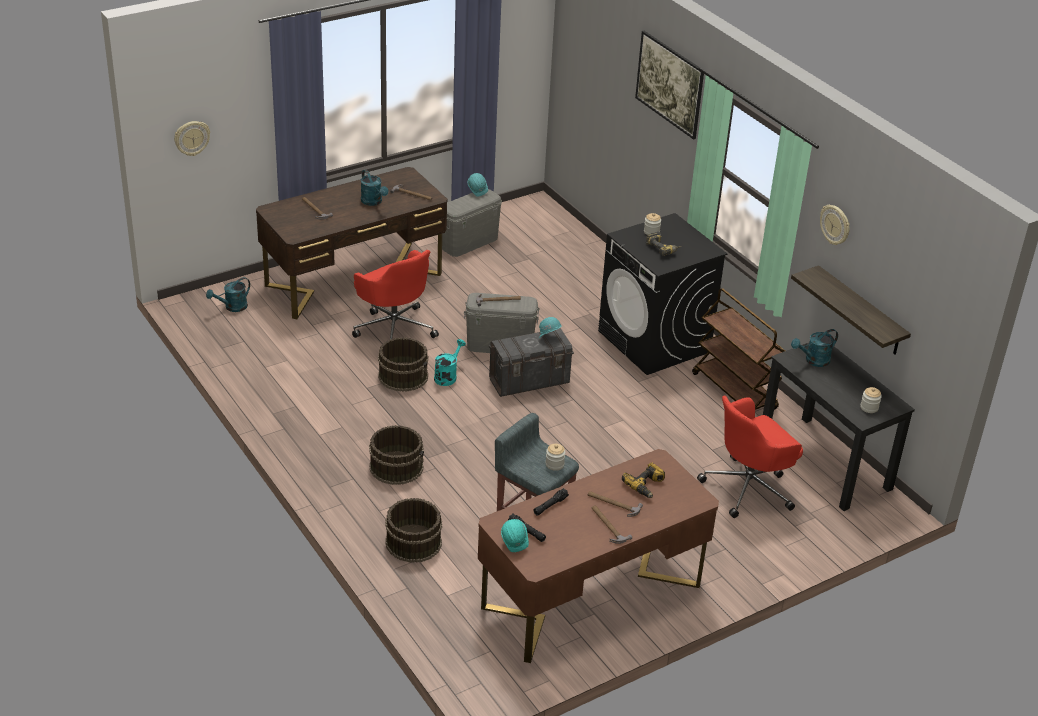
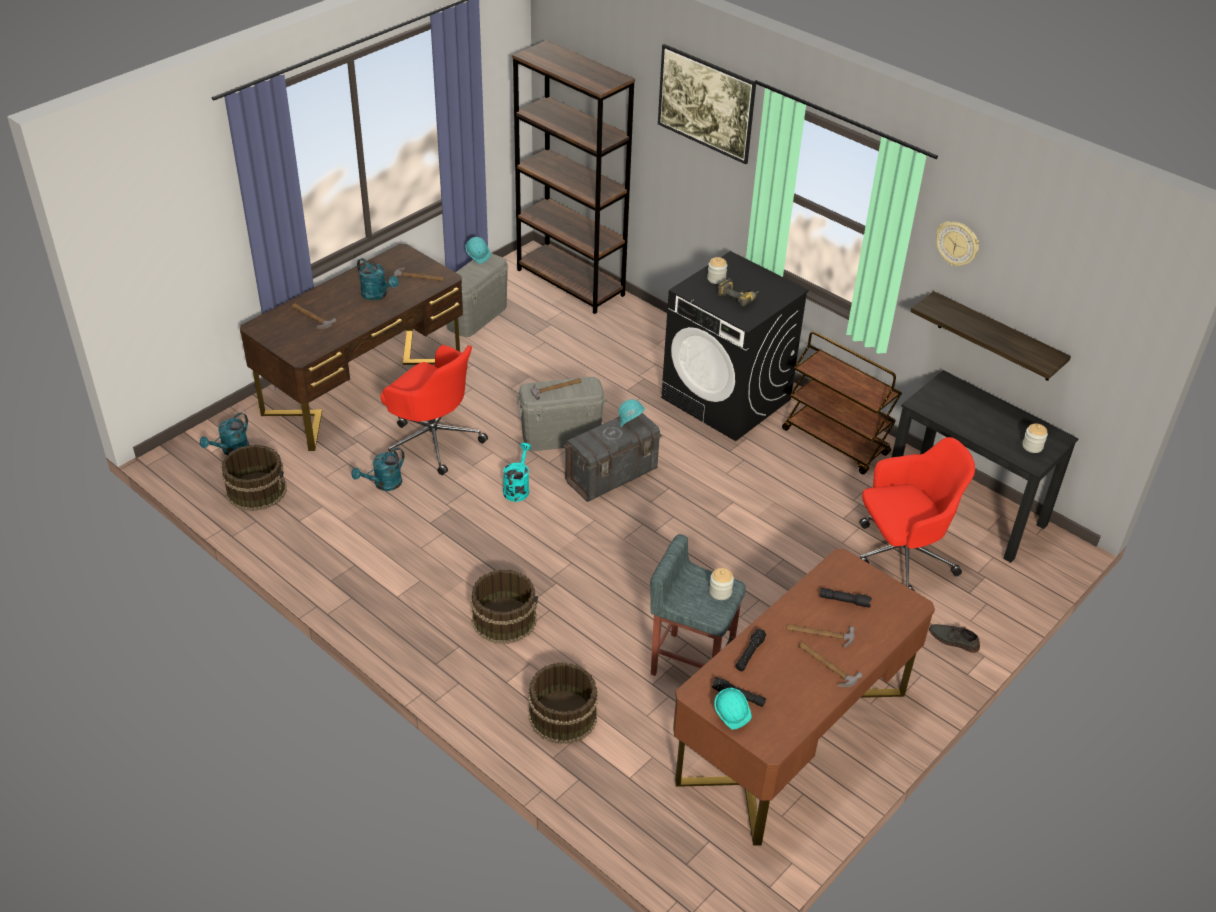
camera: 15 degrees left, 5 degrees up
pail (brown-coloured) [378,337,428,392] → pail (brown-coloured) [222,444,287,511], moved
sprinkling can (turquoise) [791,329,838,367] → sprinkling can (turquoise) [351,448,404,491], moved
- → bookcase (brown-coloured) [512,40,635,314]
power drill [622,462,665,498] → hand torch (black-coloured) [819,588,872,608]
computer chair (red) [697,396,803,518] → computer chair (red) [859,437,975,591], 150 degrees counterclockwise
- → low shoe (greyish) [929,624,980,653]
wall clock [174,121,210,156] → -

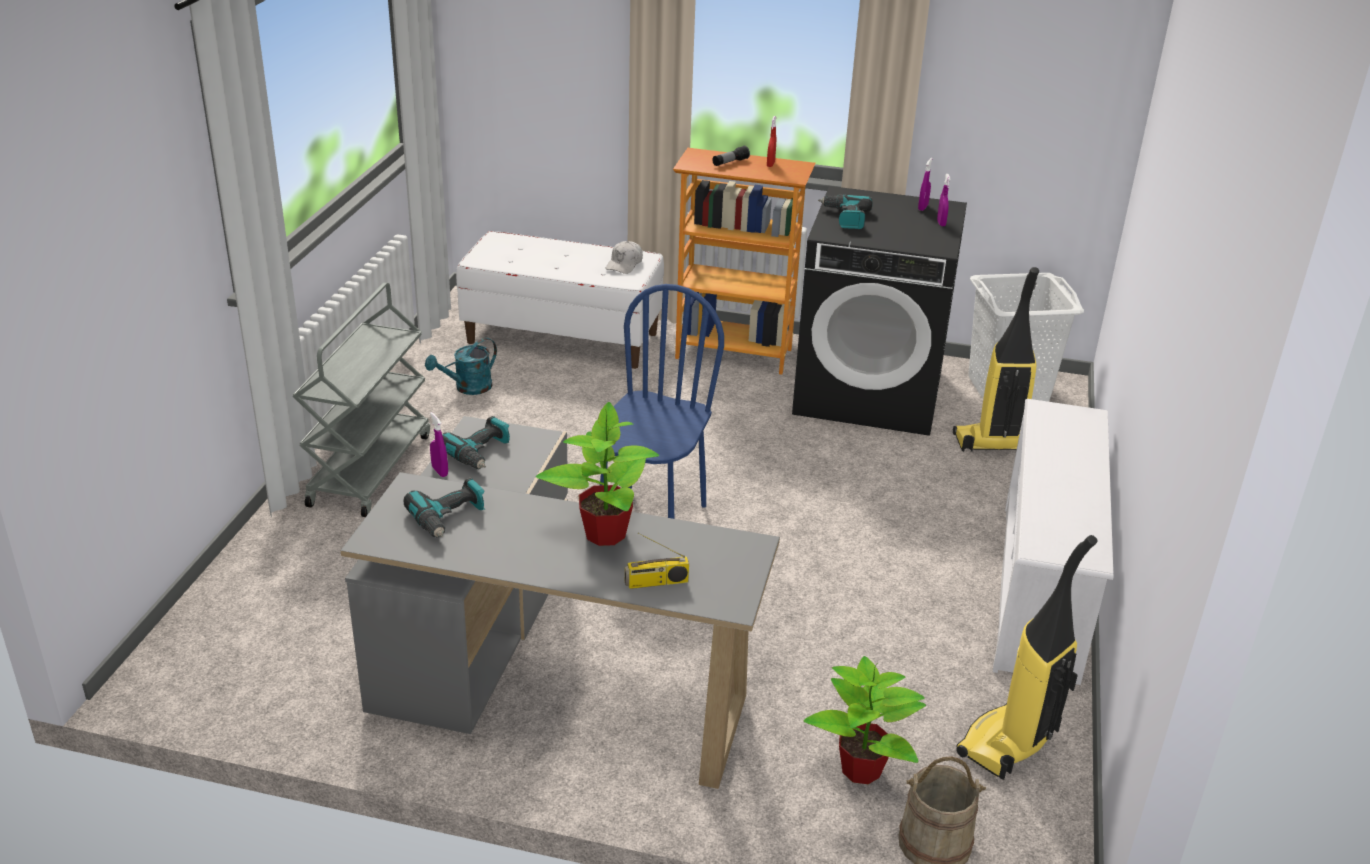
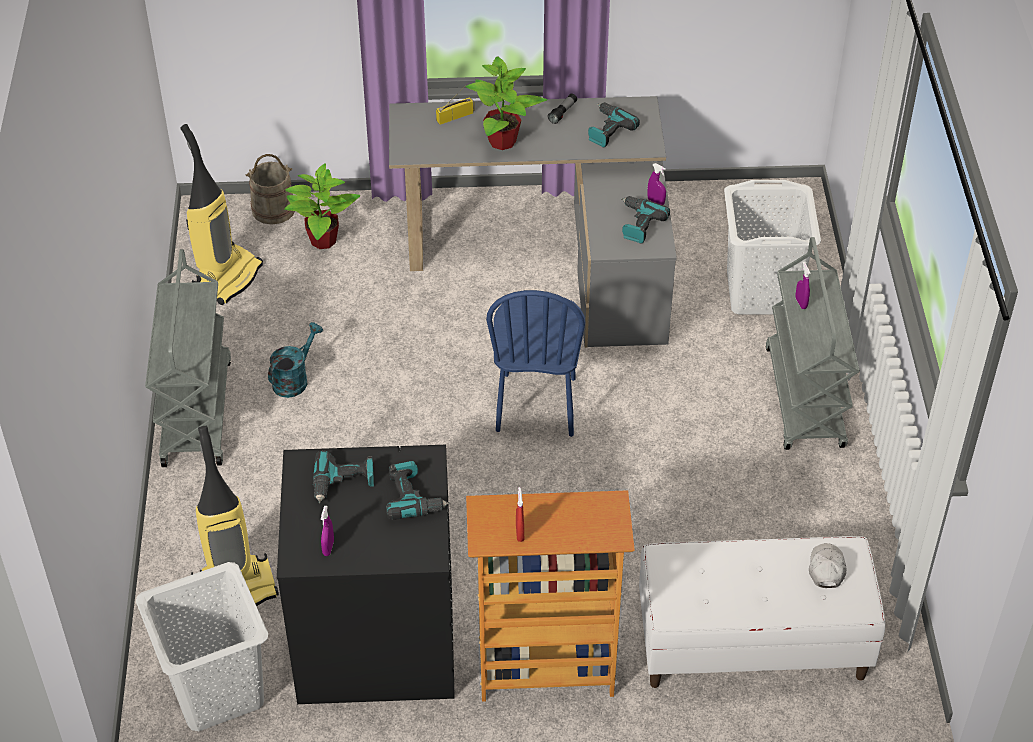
camera: 165 degrees right, 15 degrees up
shoe shelf (white-coloured) [993,399,1114,685] → trolley (greyish) [145,249,231,467]
sprinkling can (turquoise) [425,338,497,395] → sprinkling can (turquoise) [268,322,323,398], moved
- → power drill [313,450,374,503]
hand torch [712,146,750,166] → hand torch [548,94,577,124], moved
- → washing basket (white-coloured) [724,180,821,315]
sprayer (purplish) [937,174,951,226] → sprayer (purplish) [796,262,810,309], moved
baseball cap (white-coloured) [605,241,643,274] → baseball cap (white-coloured) [809,543,847,588], moved

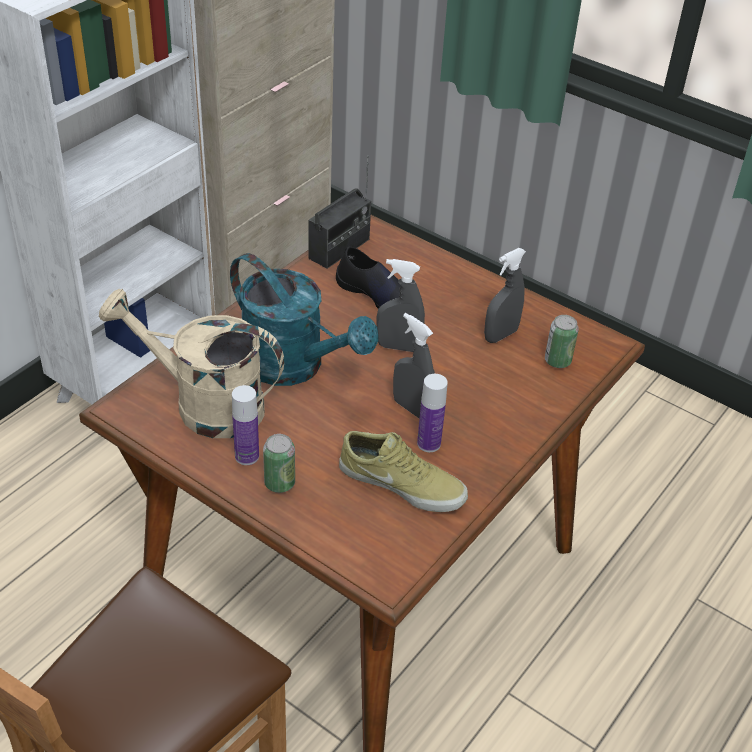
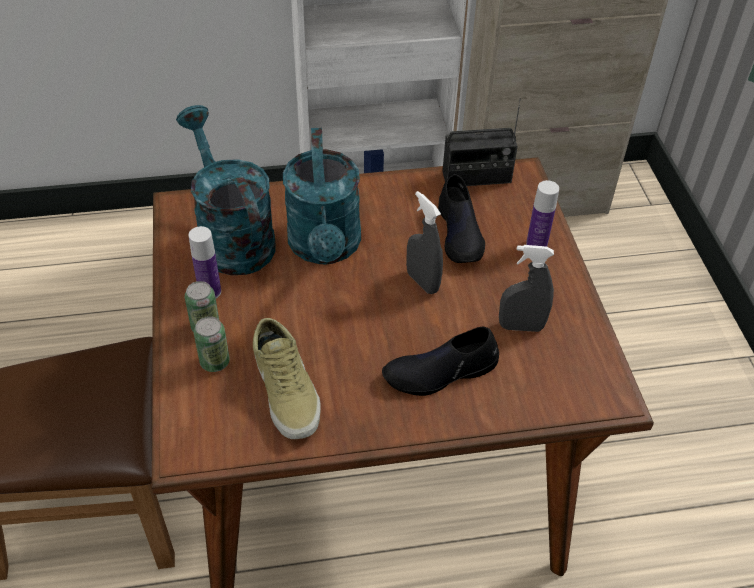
camera: 45 degrees right, 5 degrees up
sprinkling can (sand-coloured) [99,289,284,438] → sprinkling can (turquoise) [176,105,276,275]
sealed can [545,315,579,368] → sealed can [194,316,230,372], moved
- → low shoe (black-coloured) [382,327,499,396]
bottle [417,374,448,452] → bottle [526,180,559,247], moved
sprayer (greyish) [393,313,435,419] → -

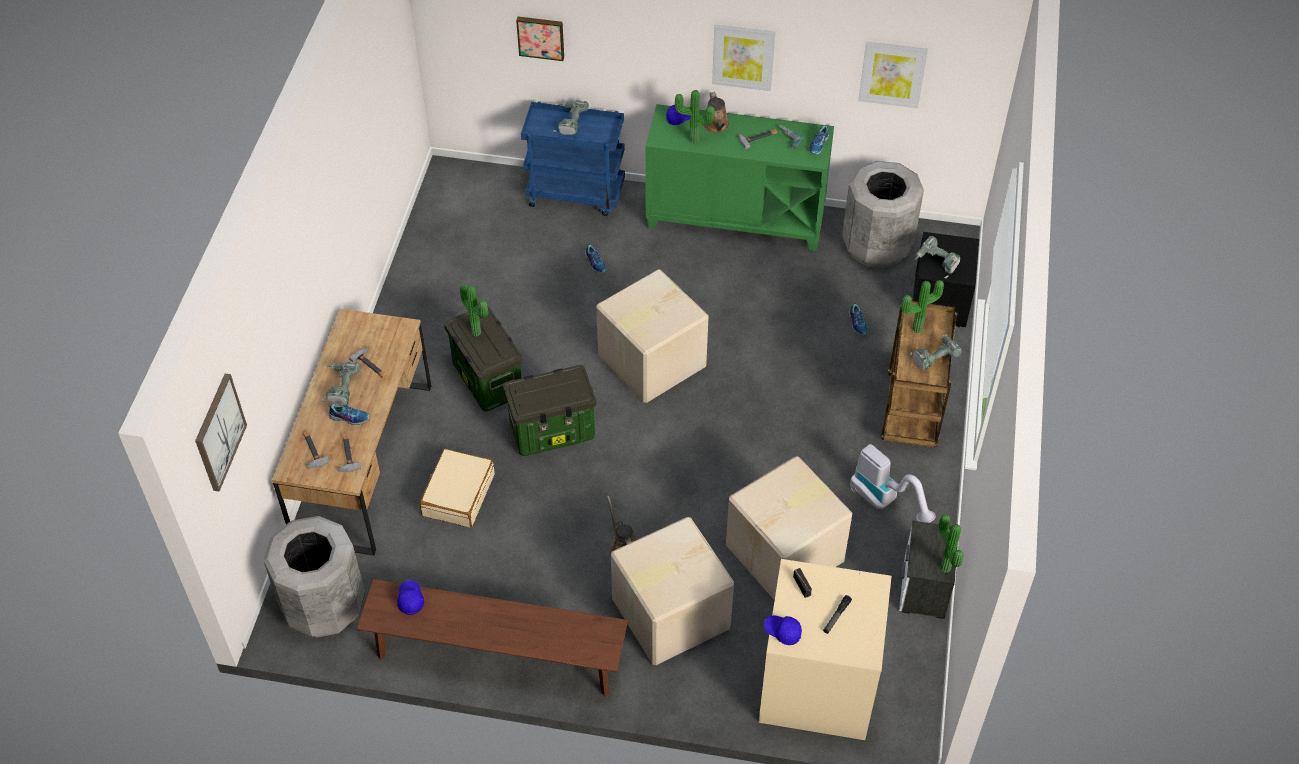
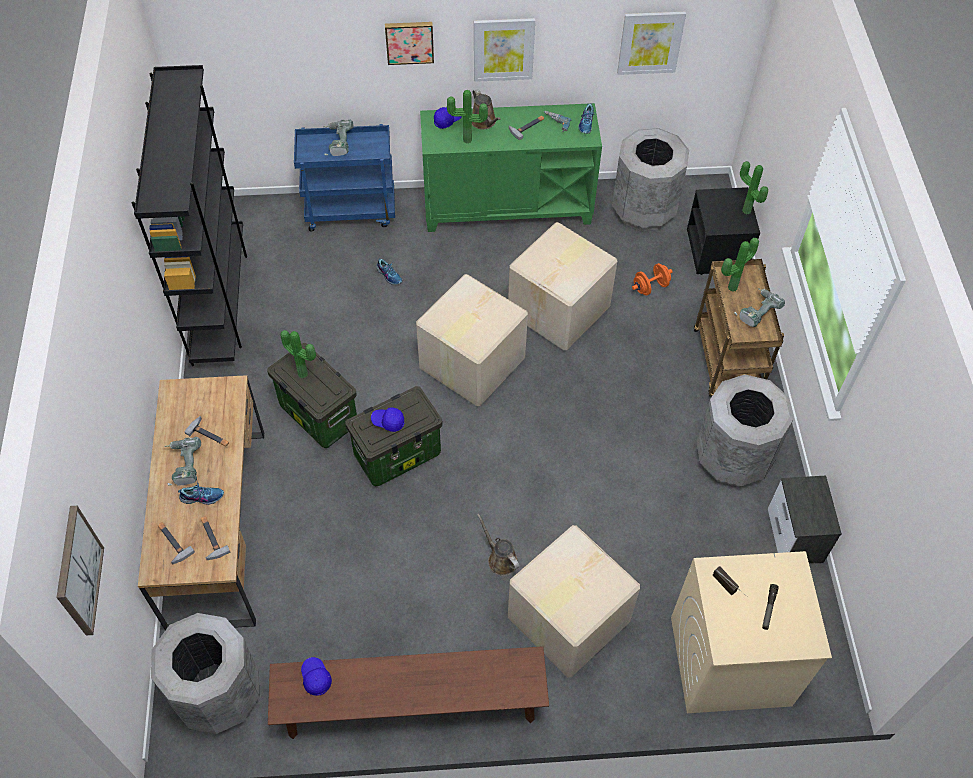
camera: 15 degrees left, 5 degrees up
- → bookcase (black-coloured) [132,65,247,366]
baseball cap (blue-coloured) [764,615,802,645] → baseball cap (blue-coloured) [371,408,404,432], moved
wall art [516,17,564,61] → wall art [385,22,434,65], moved
carton [726,456,852,600] → carton [508,222,617,350], moved
low shoe [849,303,868,335] → hand weight (orangey) [632,263,673,296]
hoover [850,444,936,523] → rubbish bin (greyish) [697,375,793,487]
houseplant [939,515,964,573] → houseplant [740,161,768,214], moved
travel case (sand-coloured) [420,449,495,528] → -
power drill [914,236,960,279] → -

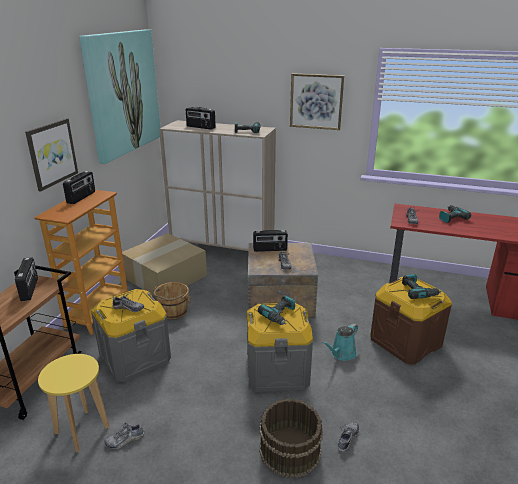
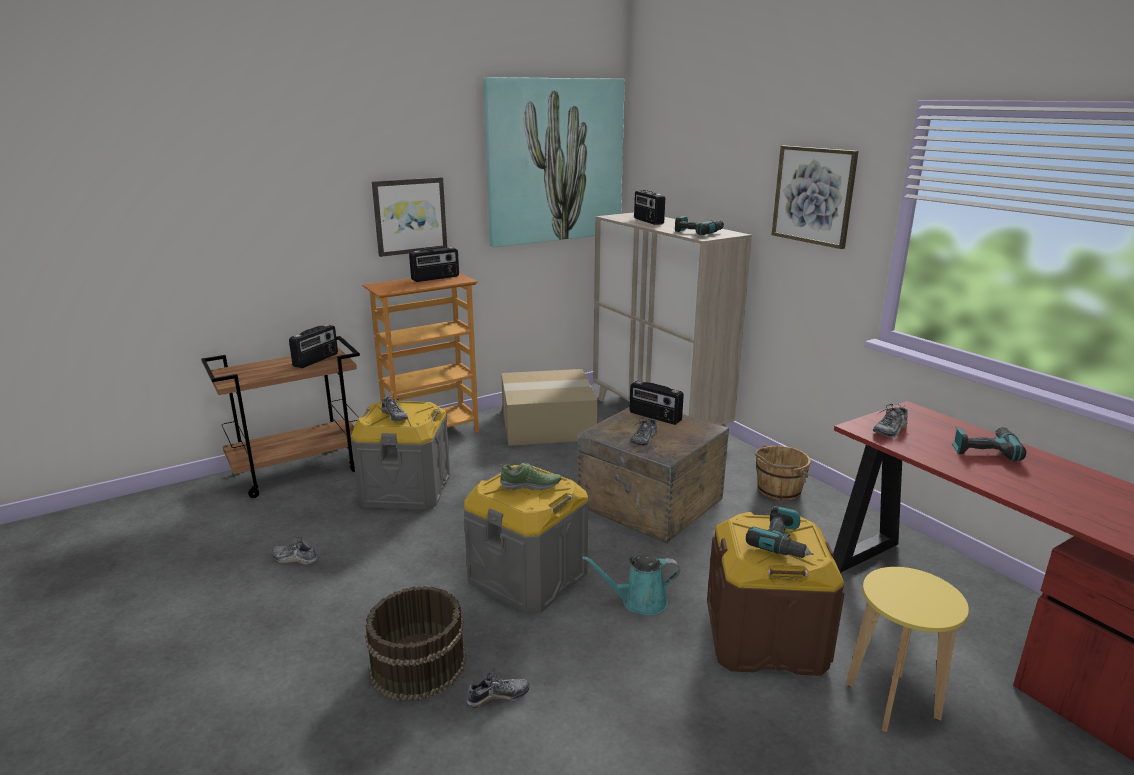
camera: 40 degrees right, 5 degrees down
power drill [258,295,295,325] → low shoe [500,463,561,491]
pail (brown-coloured) [153,282,191,319] → pail (brown-coloured) [755,445,811,501], moved
sitting stool (yellow-coloured) [38,354,109,452] → sitting stool (yellow-coloured) [846,567,969,732], moved

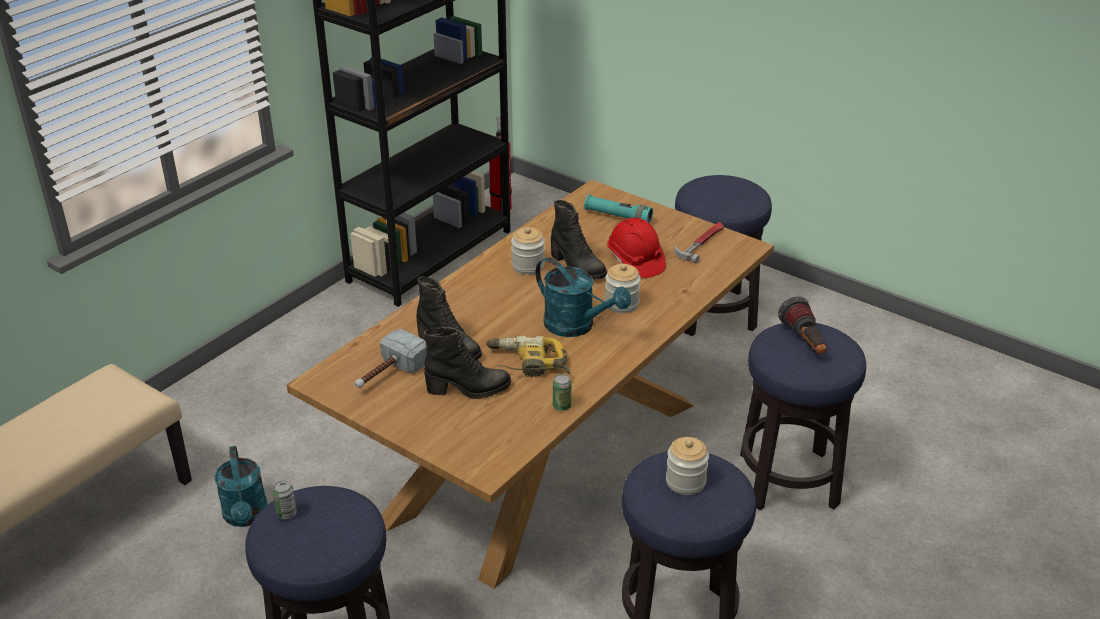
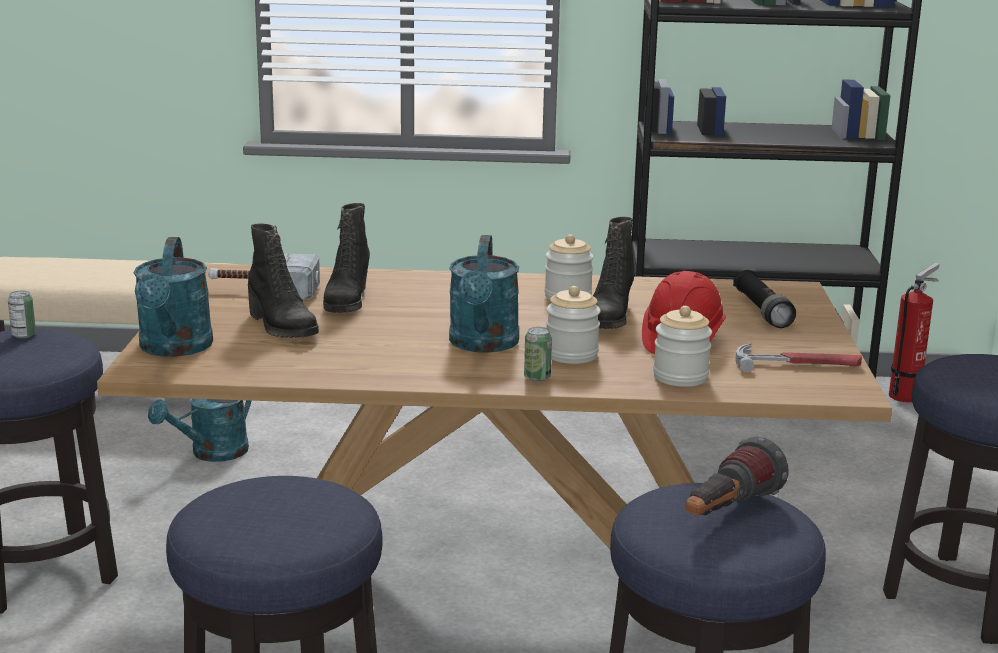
camera: 55 degrees right, 15 degrees down
- → sprinkling can (turquoise) [133,237,213,357]
sealed can [553,374,572,411] → sealed can [524,327,552,382], moved
preserve jar [666,437,709,495] → preserve jar [653,306,712,387], moved
hand torch (turquoise) [584,195,653,224] → hand torch (black-coloured) [733,270,796,328]
power drill [486,336,570,377] → -

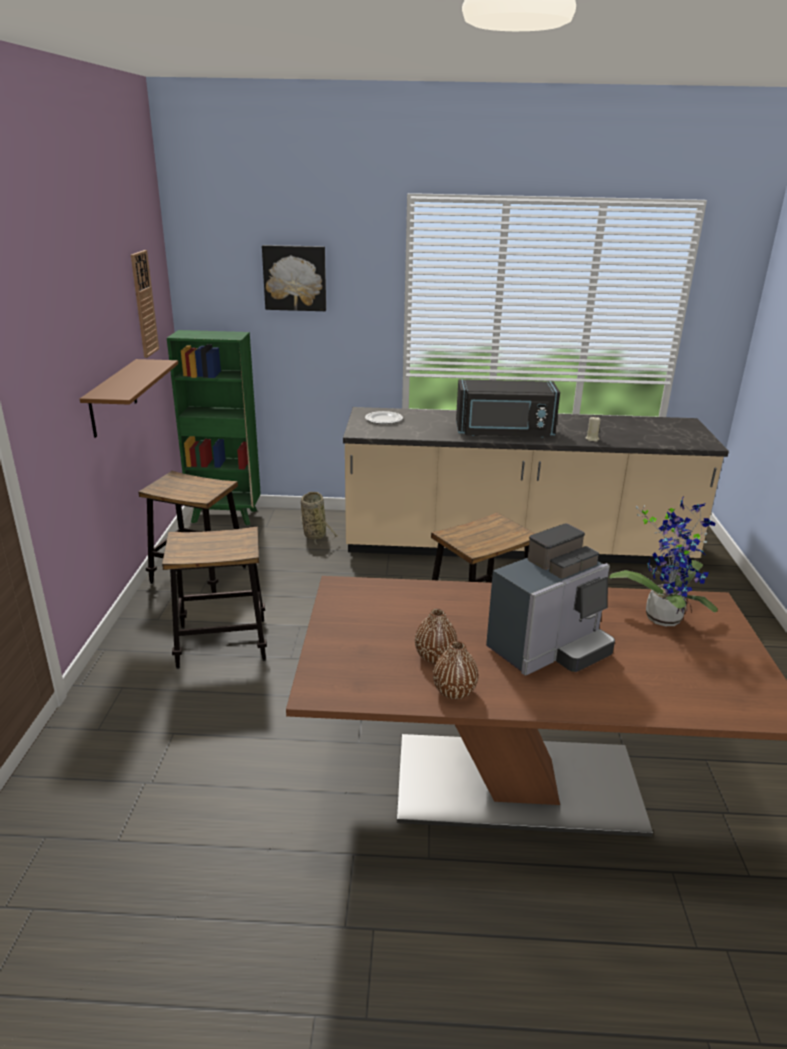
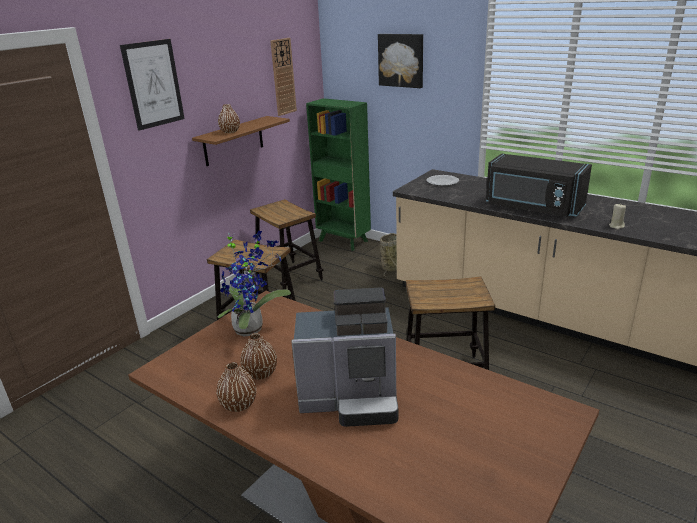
camera: 35 degrees right, 0 degrees up
- → wall art [120,39,185,131]
houseplant [609,496,718,626] → houseplant [217,231,291,336], moved
- → flower vase (brown-coloured) [218,104,240,133]

